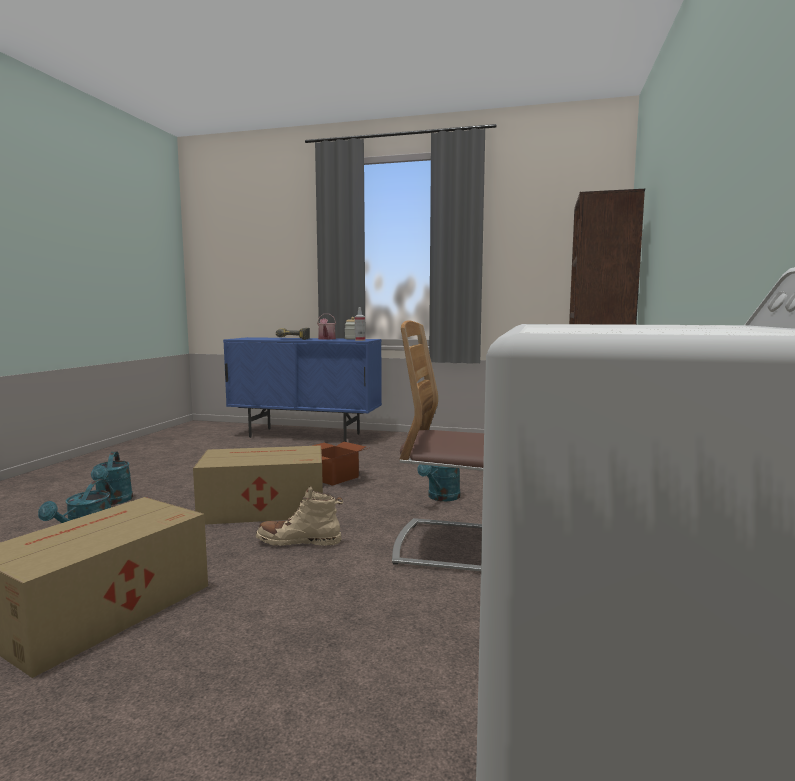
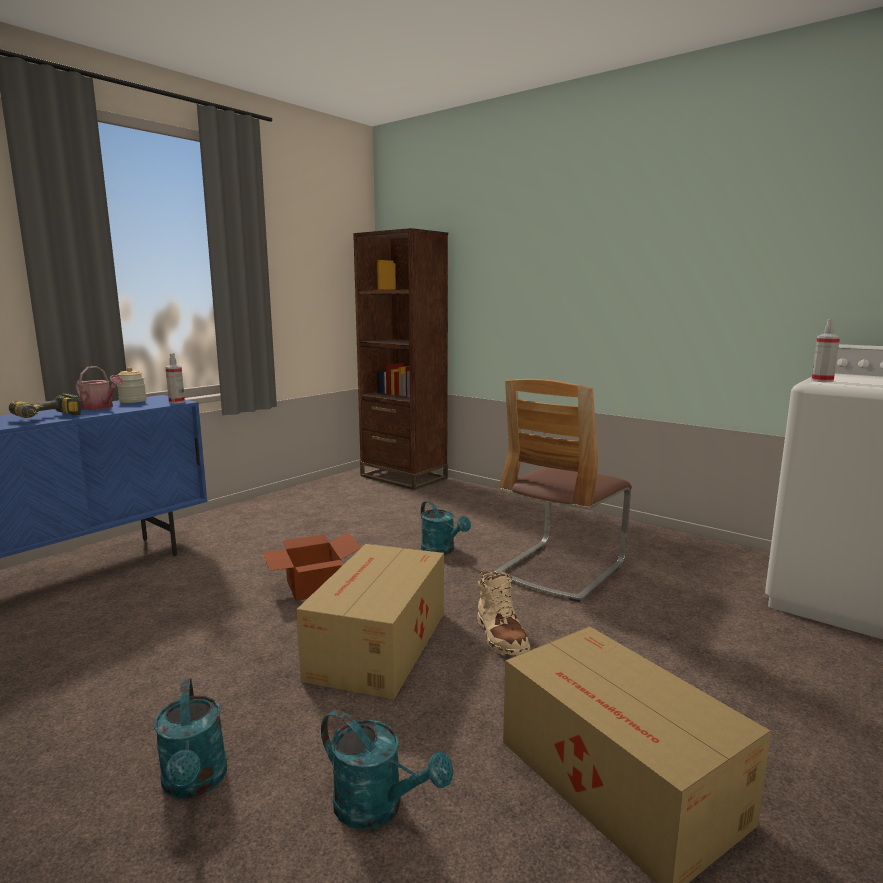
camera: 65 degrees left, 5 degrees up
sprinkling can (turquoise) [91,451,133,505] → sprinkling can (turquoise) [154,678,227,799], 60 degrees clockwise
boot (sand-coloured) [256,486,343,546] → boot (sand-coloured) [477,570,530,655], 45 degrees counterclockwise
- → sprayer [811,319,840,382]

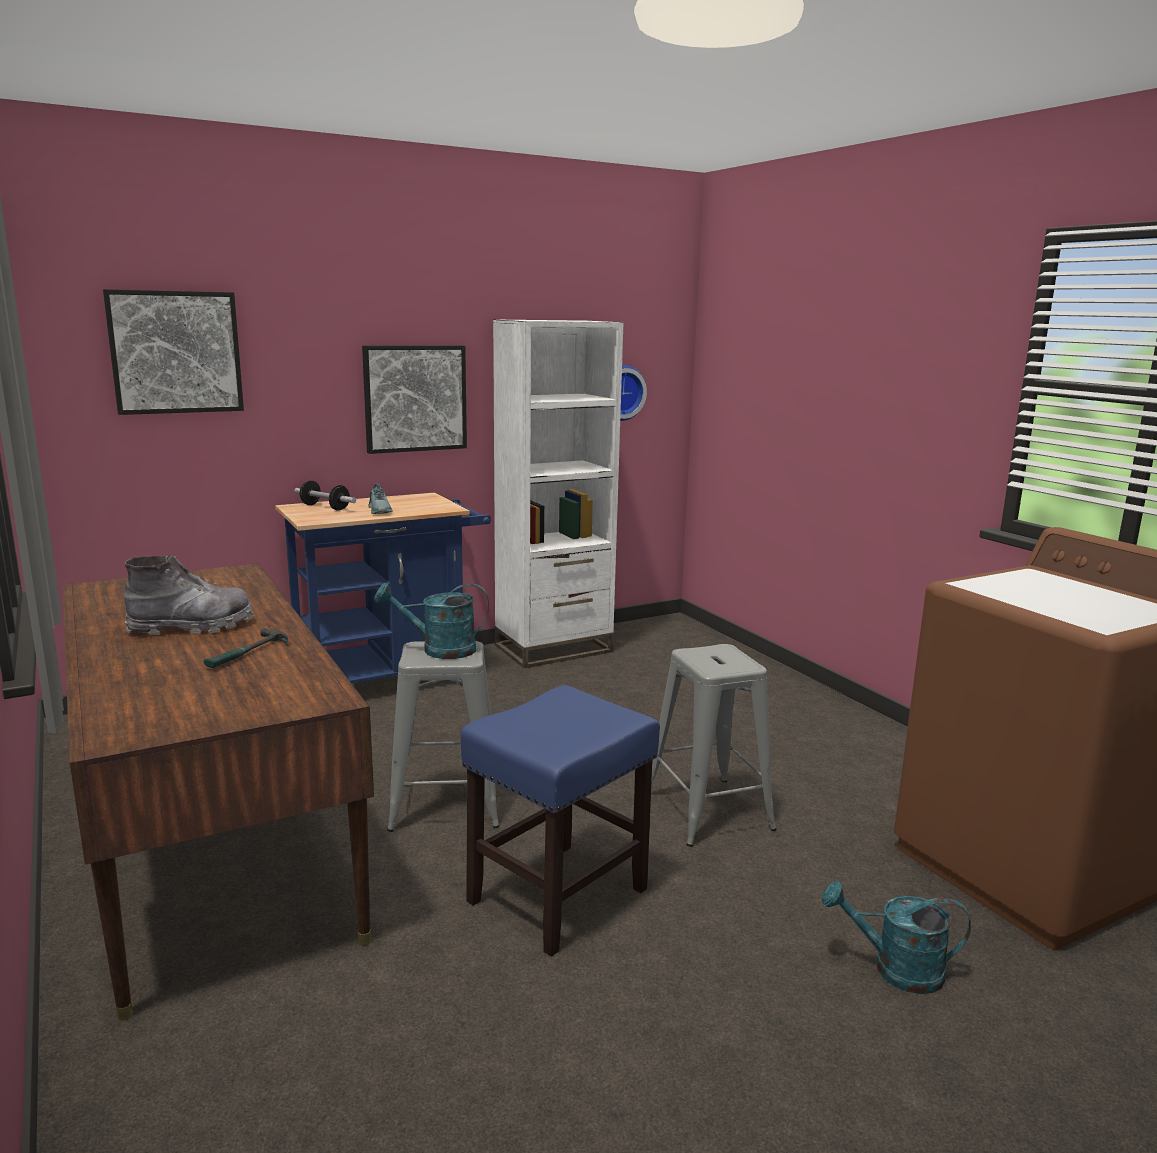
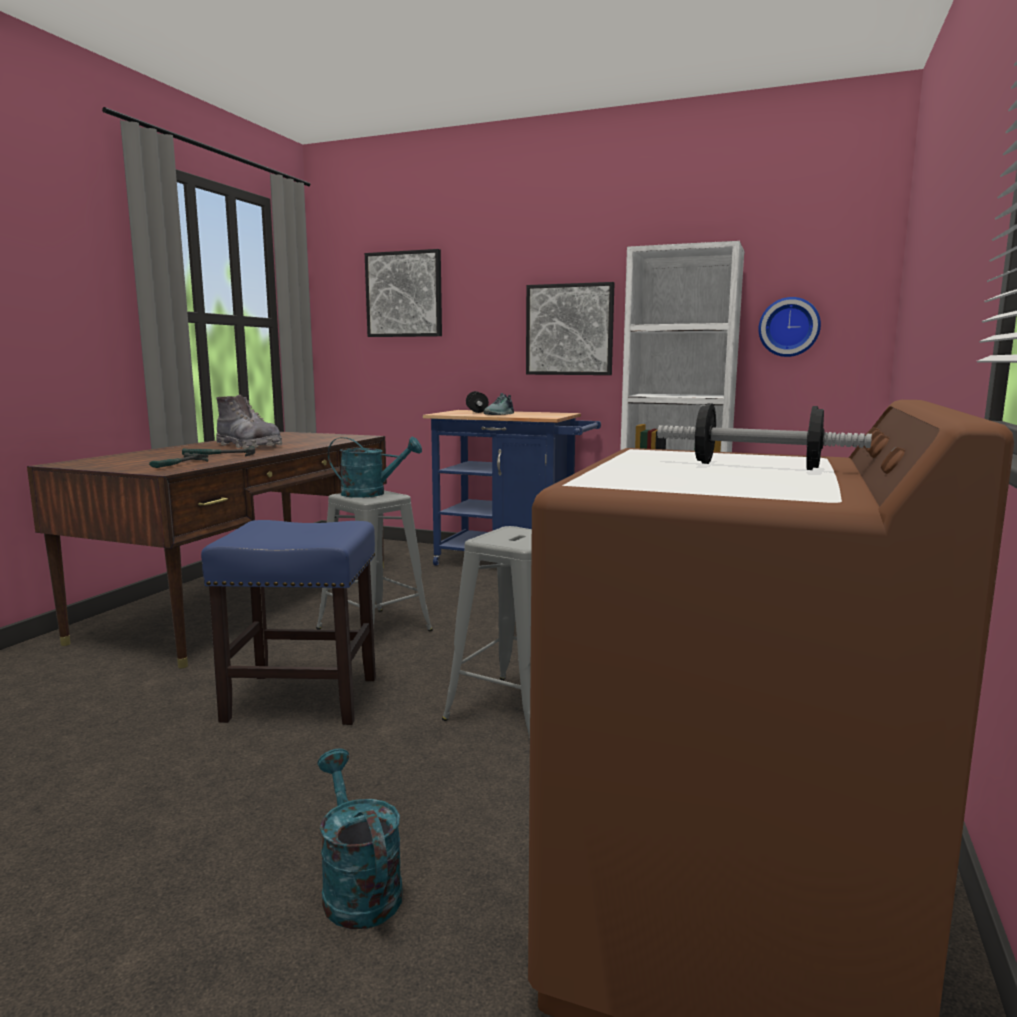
camera: 50 degrees right, 5 degrees down
- → tool hammer [149,452,208,468]
sprinkling can (turquoise) [374,583,489,659] → sprinkling can (turquoise) [328,436,422,498], 135 degrees clockwise
- → hand weight [657,403,872,470]

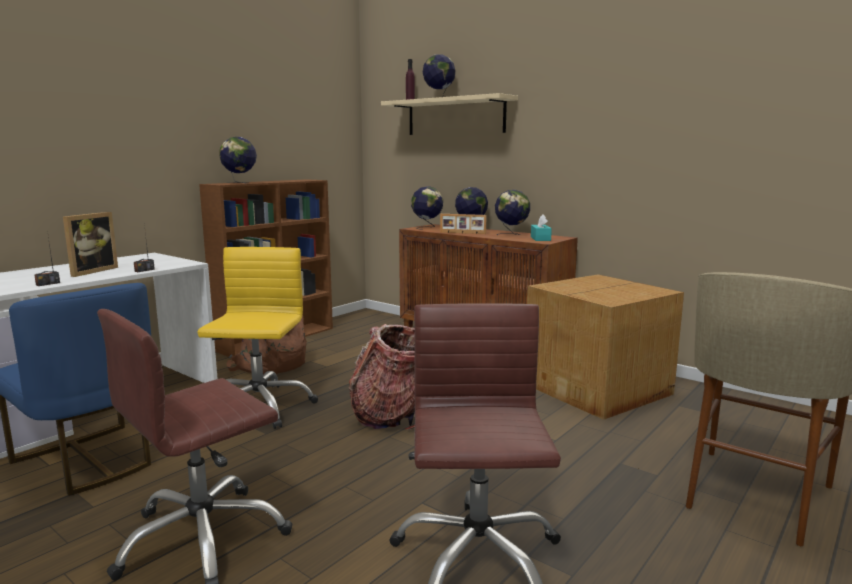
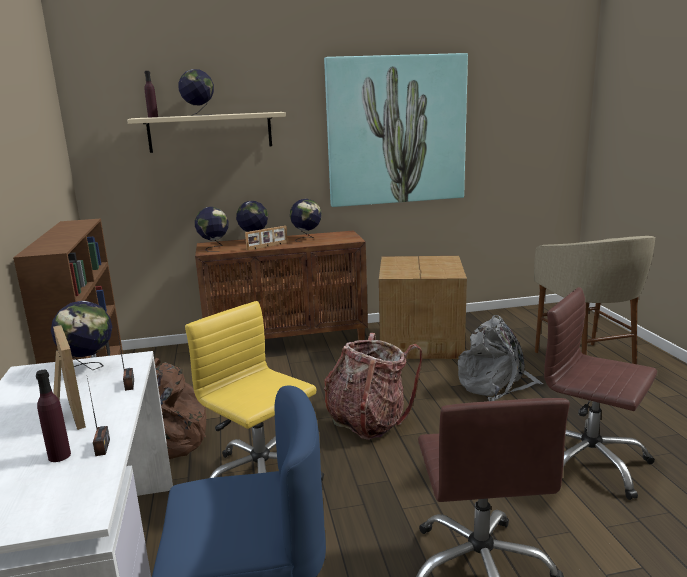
camera: 50 degrees left, 5 degrees up
- → bottle (purplish) [36,370,71,462]
desk globe [219,137,257,183] → desk globe [51,301,112,370], moved
- → wall art [324,53,468,207]
- → rucksack (greyish) [458,315,544,401]
box of tissues (turquoise) [531,215,552,241] → -

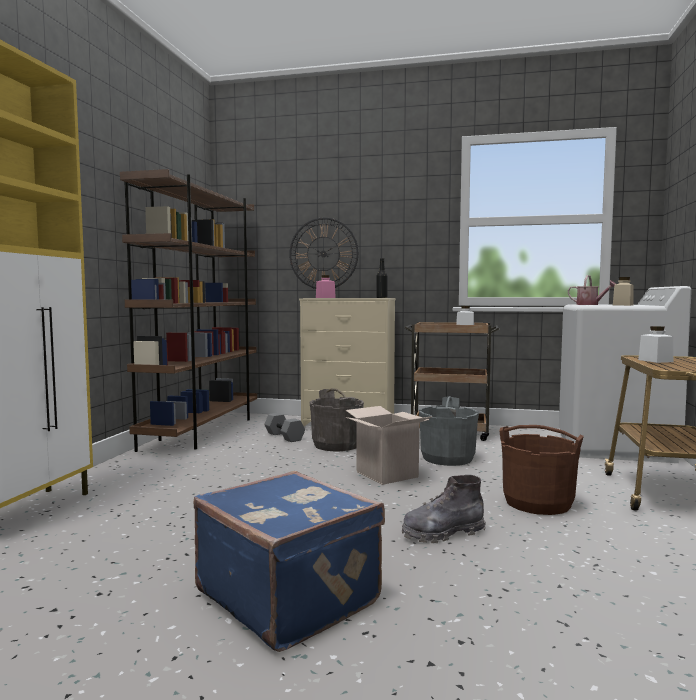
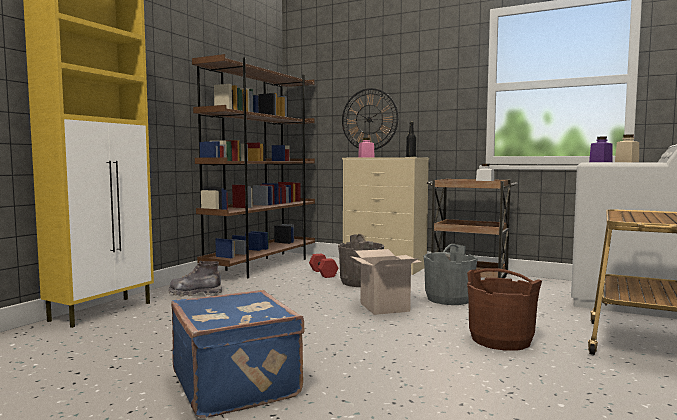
camera: 15 degrees right, 0 degrees up
boot (greyish) [402,475,486,543] → boot (greyish) [168,261,222,297], moved
hand weight (greyish) [264,413,305,442] → hand weight (red) [309,254,338,278]
sprinkling can [568,275,615,305] → preserve jar (purplish) [589,136,613,162]
preserve jar (white-coloured) [638,326,673,363] → -

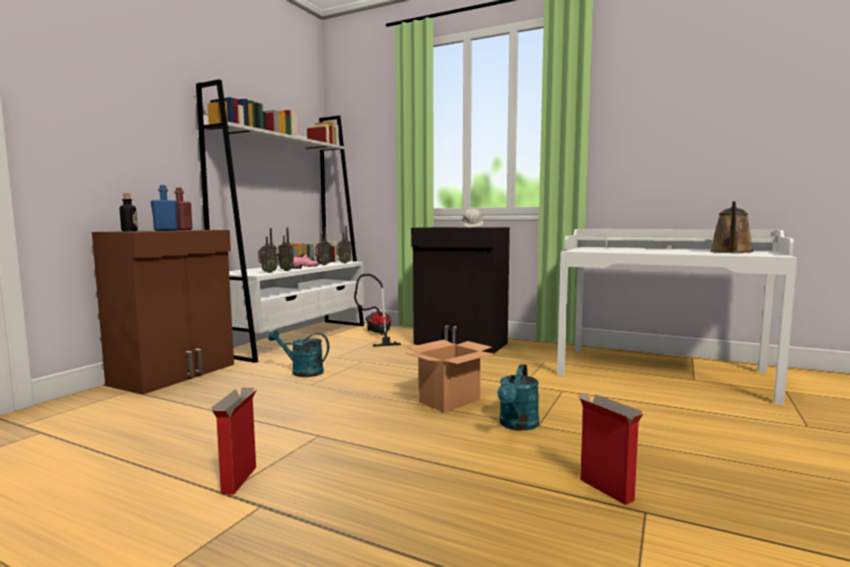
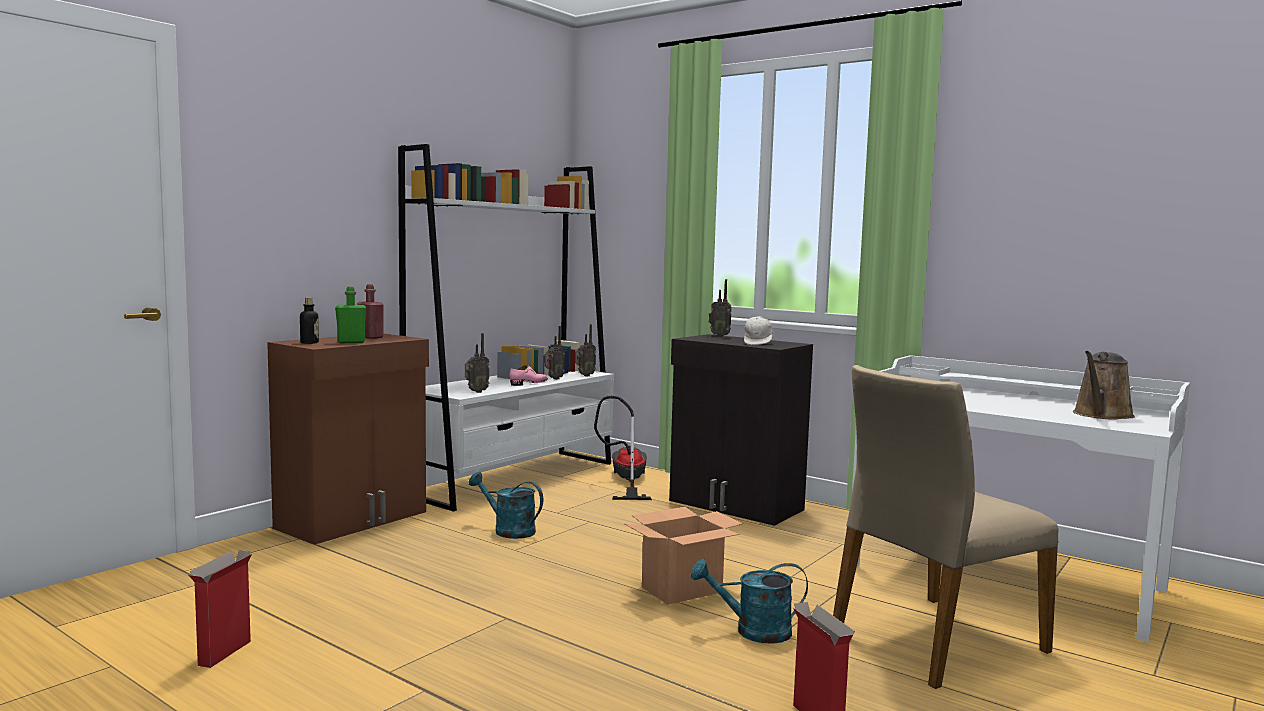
camera: 10 degrees right, 0 degrees up
carton [211,388,256,495] → carton [189,550,252,668], moved
bottle (blue-coloured) [151,185,178,231] → bottle (green-coloured) [335,286,366,343]
sprinkling can (turquoise) [497,364,539,431] → sprinkling can (turquoise) [691,559,808,644], 60 degrees clockwise
radio [277,227,294,271] → radio [709,279,732,337], moved
- → chair (sand-coloured) [833,365,1059,689]

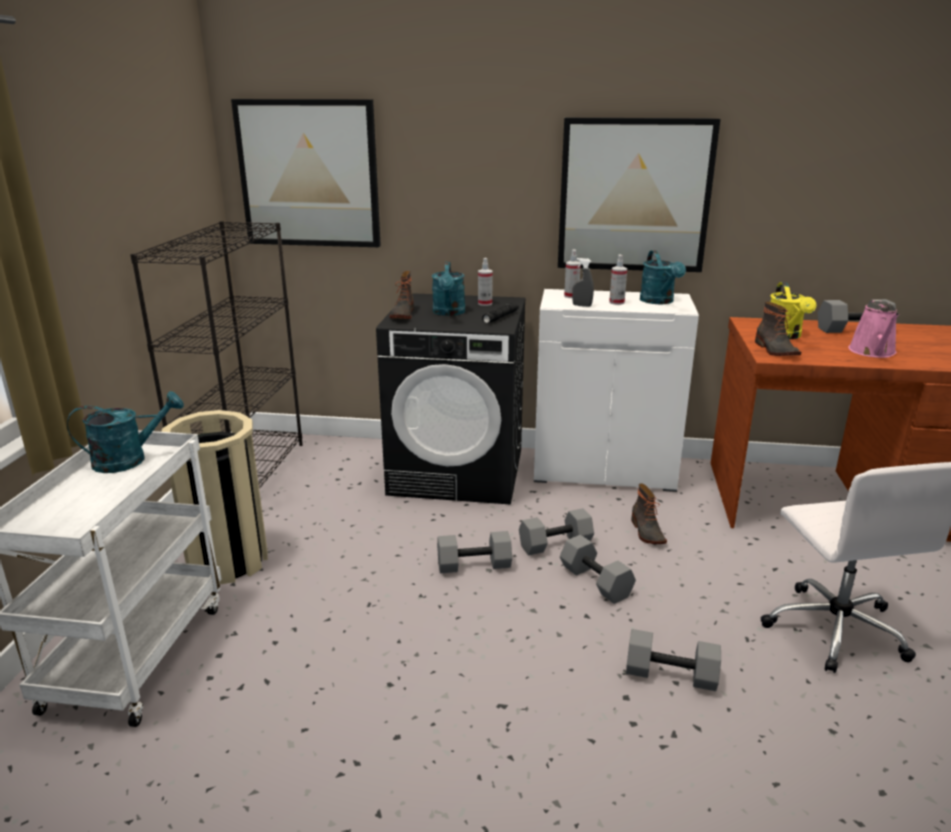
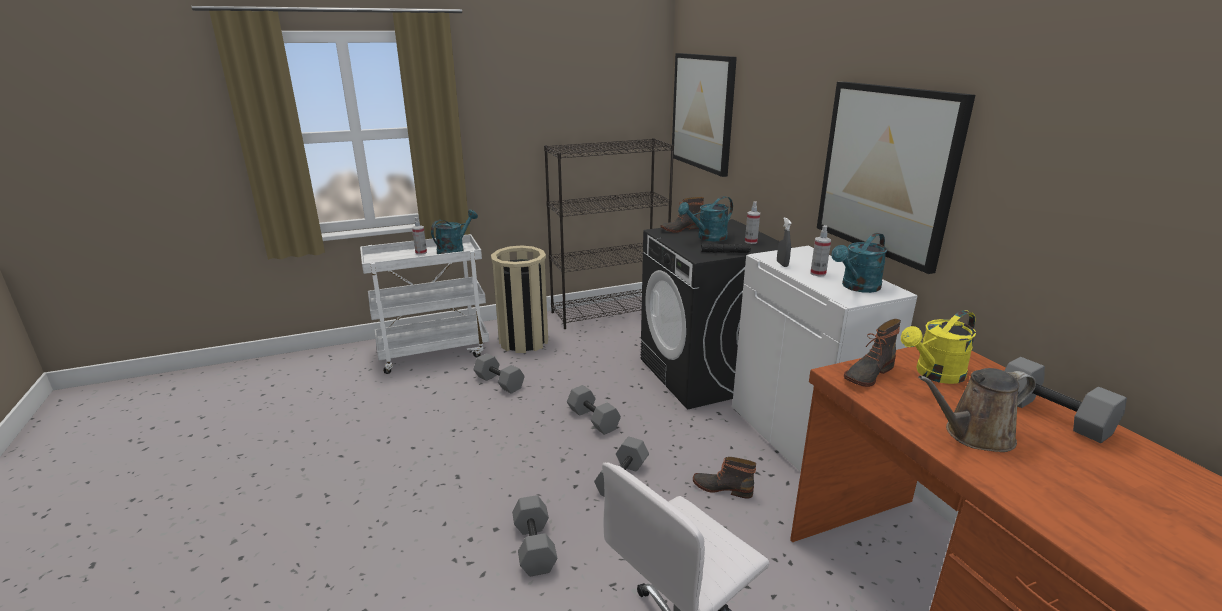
camera: 60 degrees right, 0 degrees up
sprayer [564,249,581,298] → sprayer [412,217,427,255], moved
sprinkling can (turquoise) [67,391,184,473] → sprinkling can (turquoise) [431,210,478,254], 90 degrees counterclockwise
hand weight (greyish) [519,508,594,555] → hand weight (greyish) [473,353,525,394], moved
boot [631,483,667,544] → boot [693,457,756,499], 60 degrees clockwise
sprinkling can (pink) [848,300,899,358] → sprinkling can (brown-coloured) [918,368,1036,452]

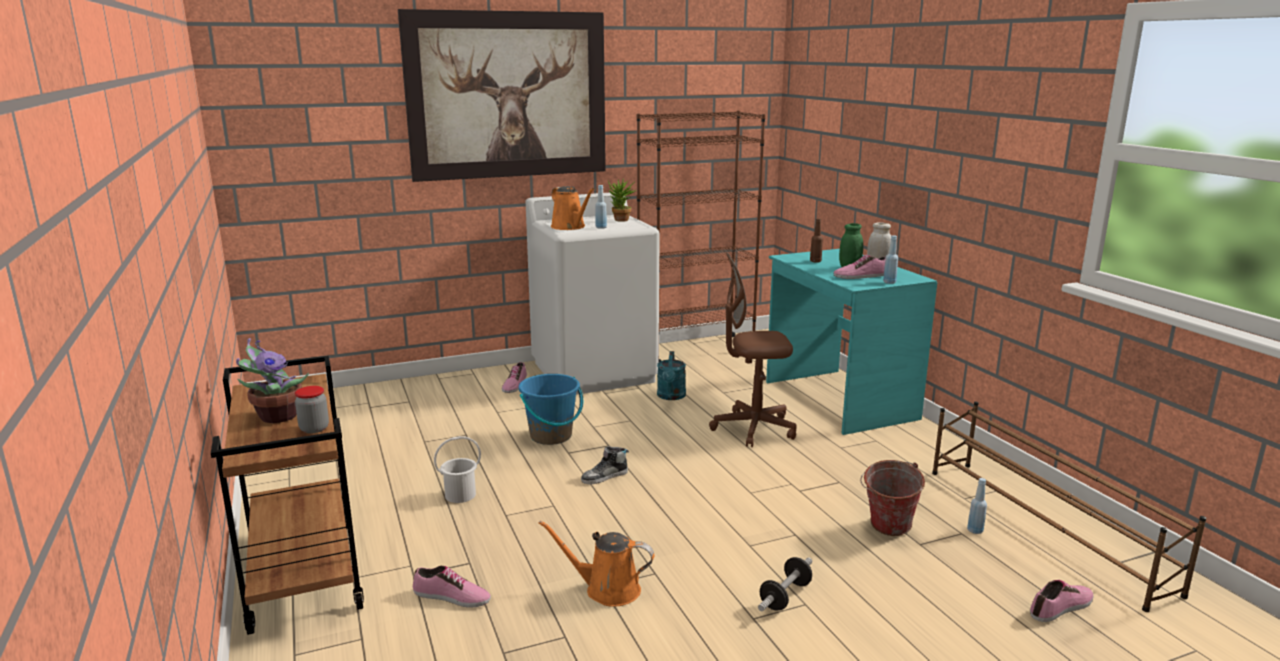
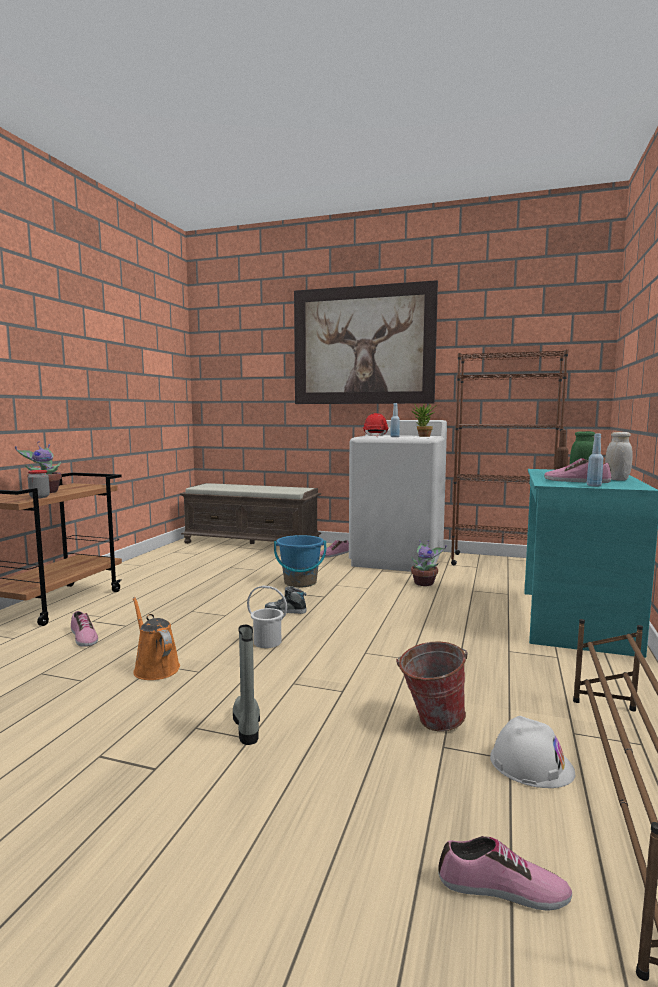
camera: 40 degrees right, 10 degrees down
- → bench (brown-coloured) [180,483,321,544]
hand weight [758,557,812,611] → boot (greyish) [233,625,260,745]
pail (white-coloured) [434,436,481,503] → pail (white-coloured) [247,585,287,648], moved
sprinkling can (orangey) [551,186,594,230] → work helmet (red) [363,413,389,437]
sprinkling can (turquoise) [657,351,686,400] → houseplant [411,540,446,586]
bottle (blue-coloured) [967,478,987,534] → work helmet (white-coloured) [490,716,575,788]
computer chair (brown-coloured) [709,253,796,447] → -

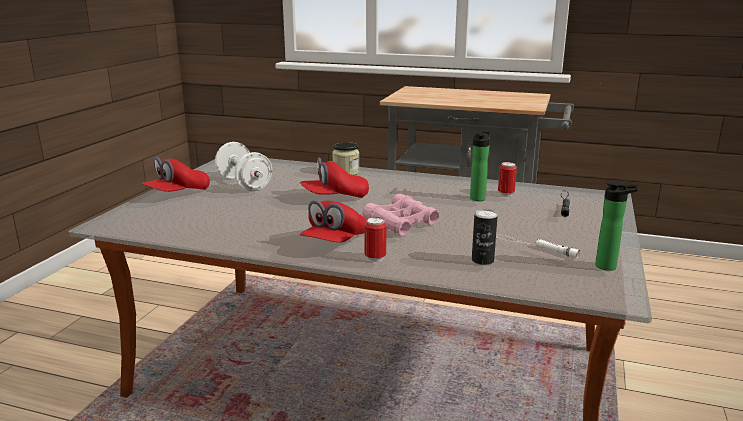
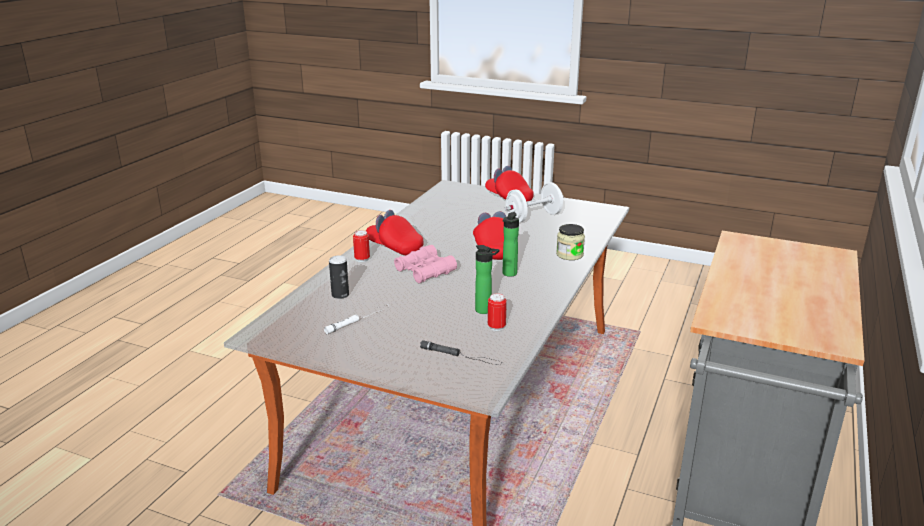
camera: 95 degrees right, 5 degrees up
bottle [595,181,638,271] → bottle [503,212,519,277], moved

